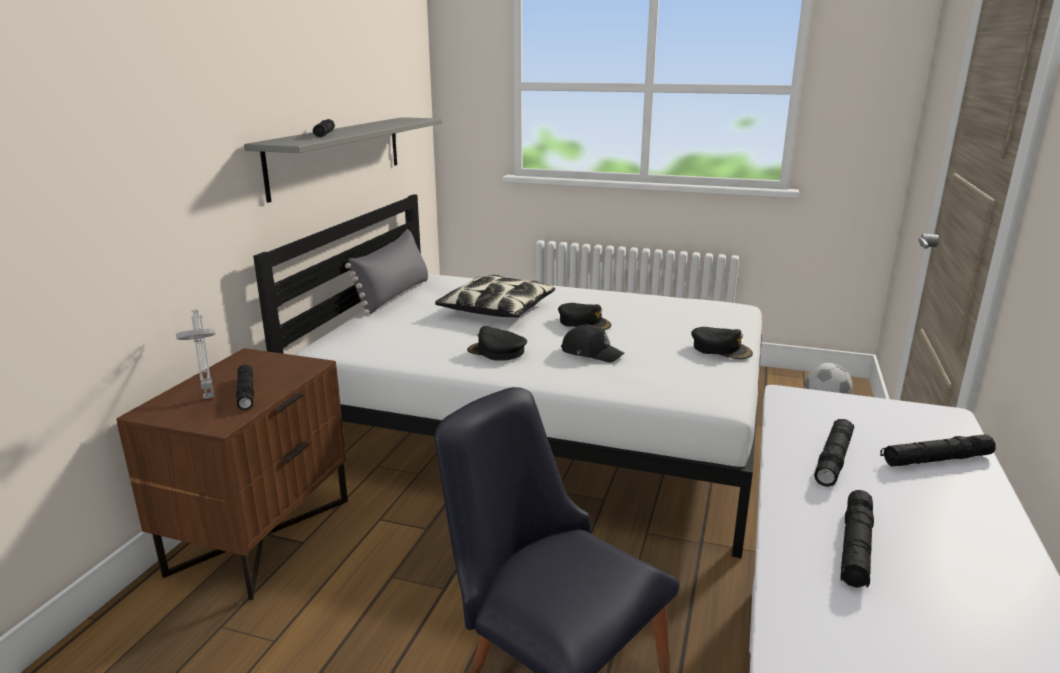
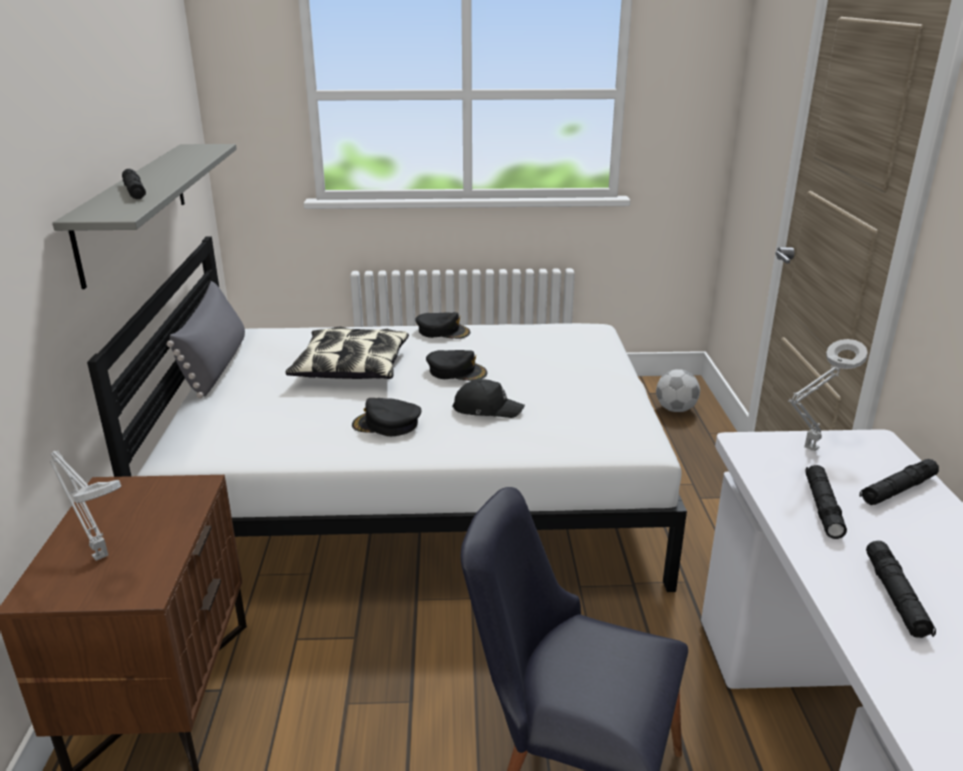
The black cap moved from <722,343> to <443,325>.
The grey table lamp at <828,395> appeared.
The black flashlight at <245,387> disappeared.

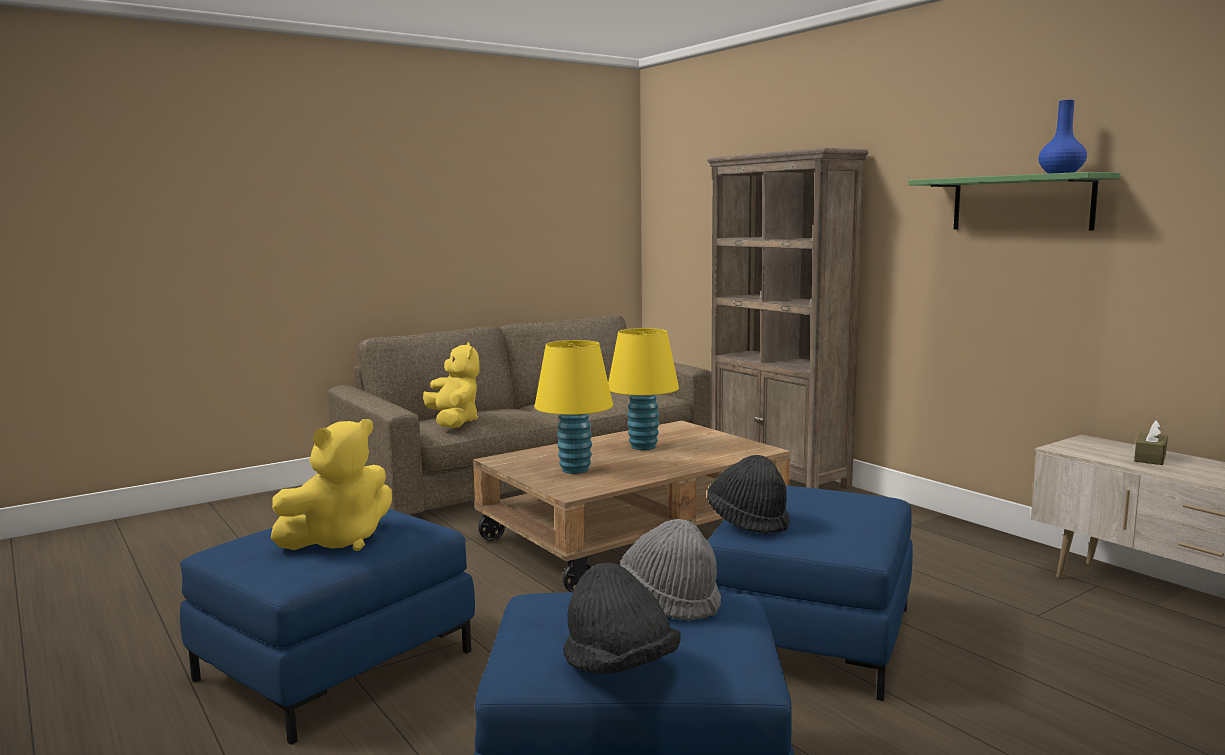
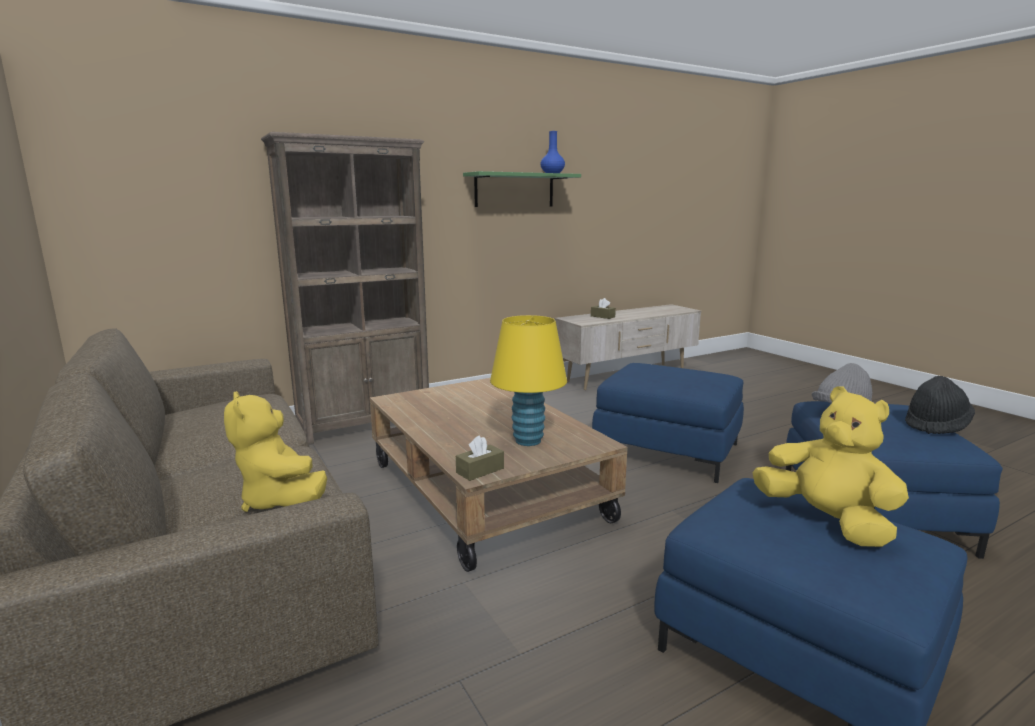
The yellow plush toy at <451,385> turned 105 degrees counterclockwise.
The brown tissue box at <480,458> appeared.
The yellow table lamp at <643,389> disappeared.
The black hat at <748,494> disappeared.

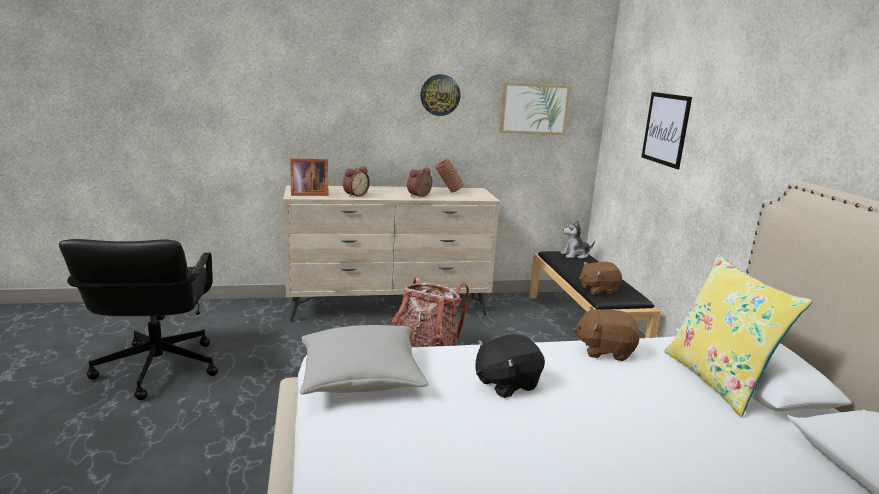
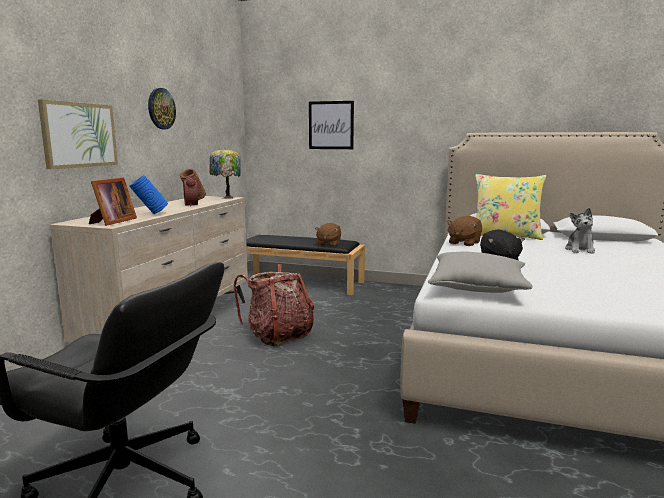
The picture moved from <535,108> to <78,134>.
The alarm clock at <356,181> was replaced by the blue vase at <148,194>.
The table lamp at <225,173> appeared.
The plush toy moved from <577,239> to <580,231>.

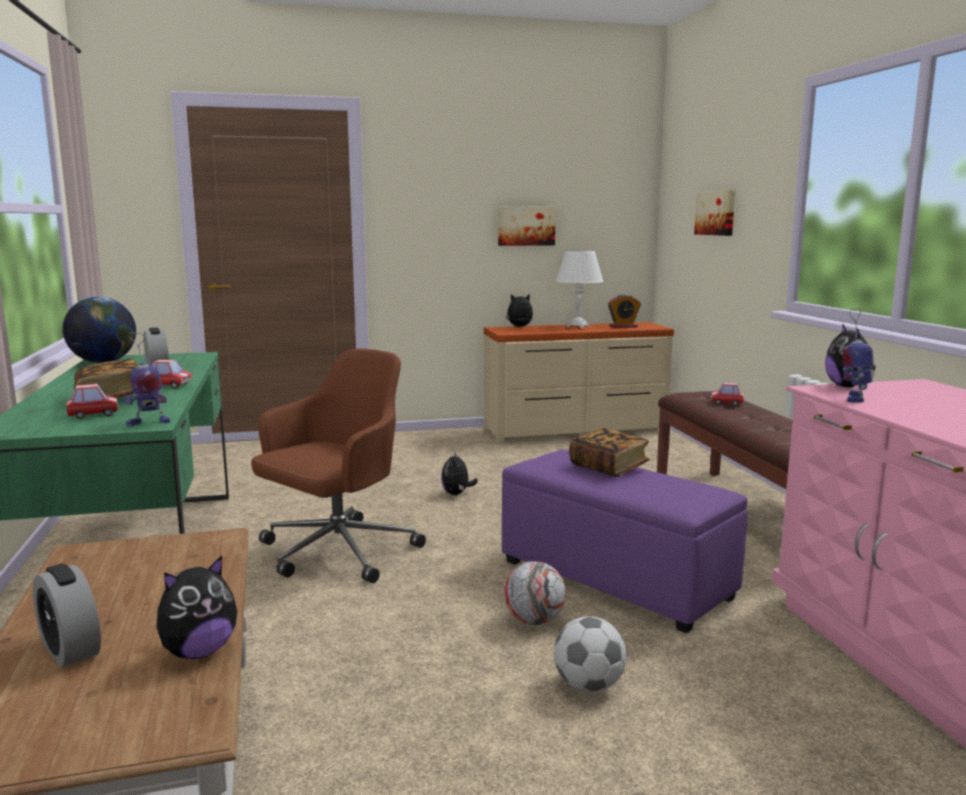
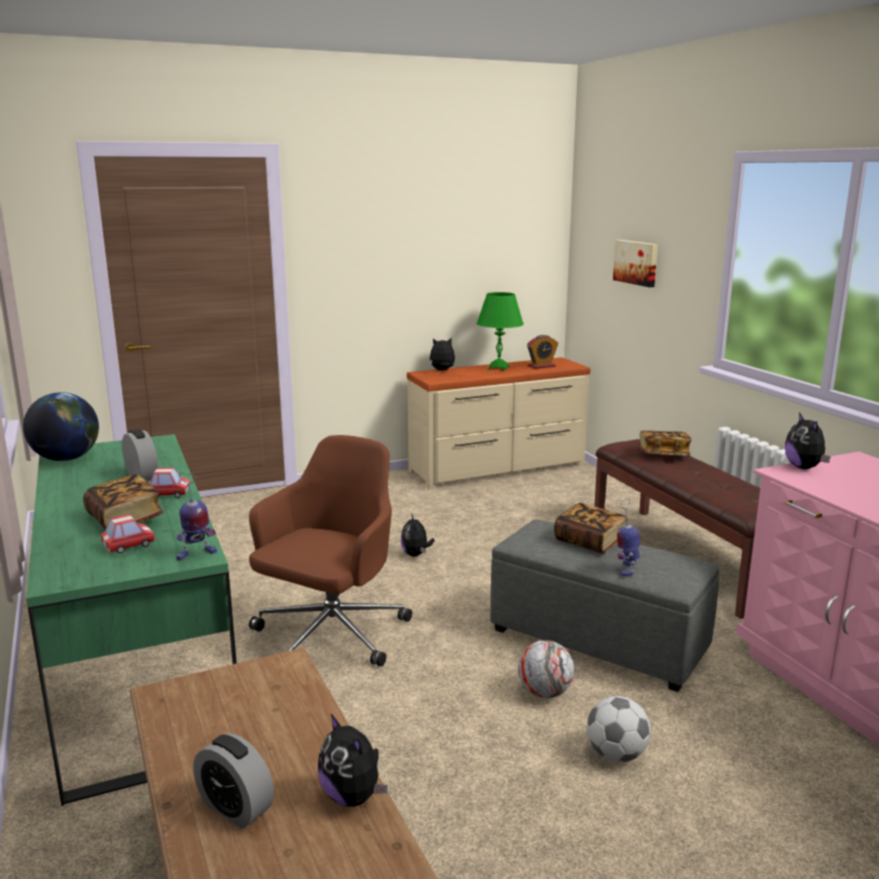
The plush toy at <197,607> turned 105 degrees clockwise.
The white table lamp at <580,289> became the green table lamp at <500,331>.
The purple ottoman at <625,541> became the grey ottoman at <604,606>.
The toy robot moved from <858,355> to <628,537>.
The toy car at <727,393> was replaced by the book at <666,443>.
The picture at <527,226> disappeared.

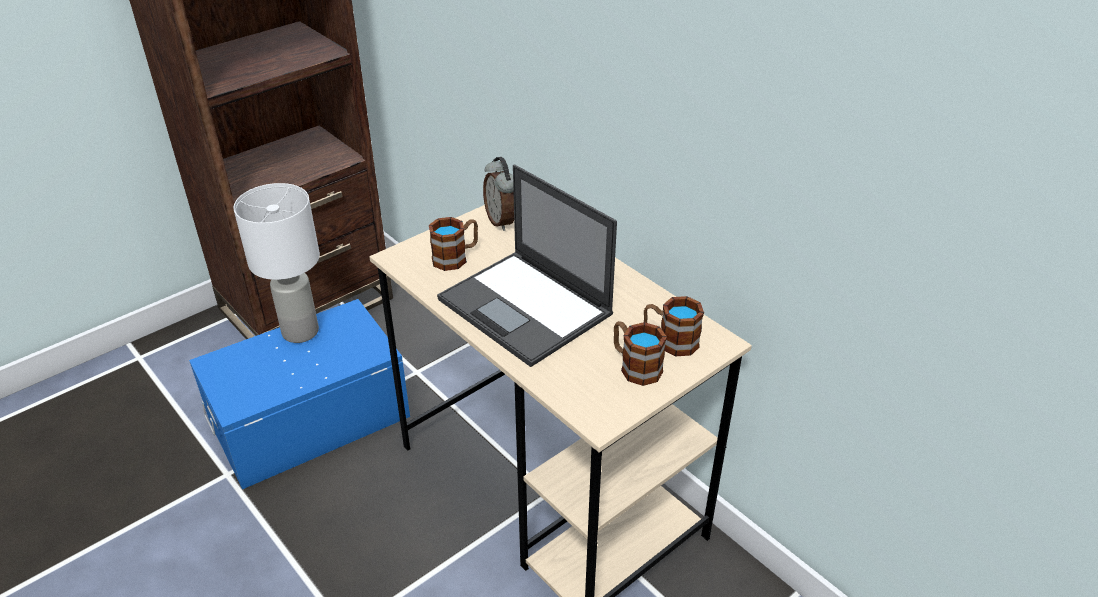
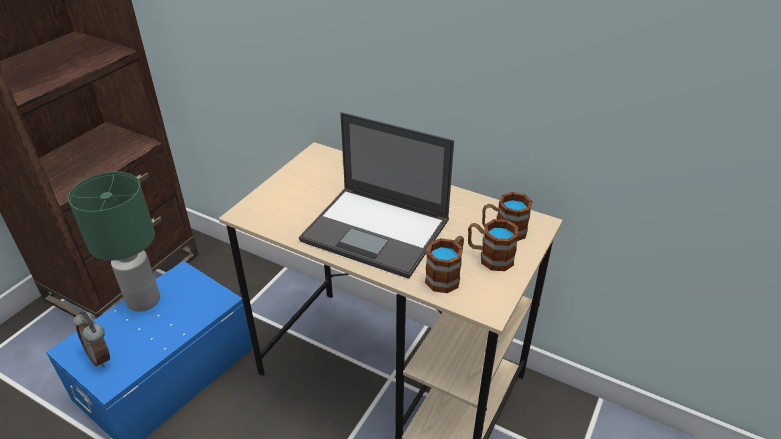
The white table lamp at <277,263> became the green table lamp at <114,242>.
The alarm clock moved from <498,194> to <91,339>.
The mug moved from <453,244> to <444,264>.

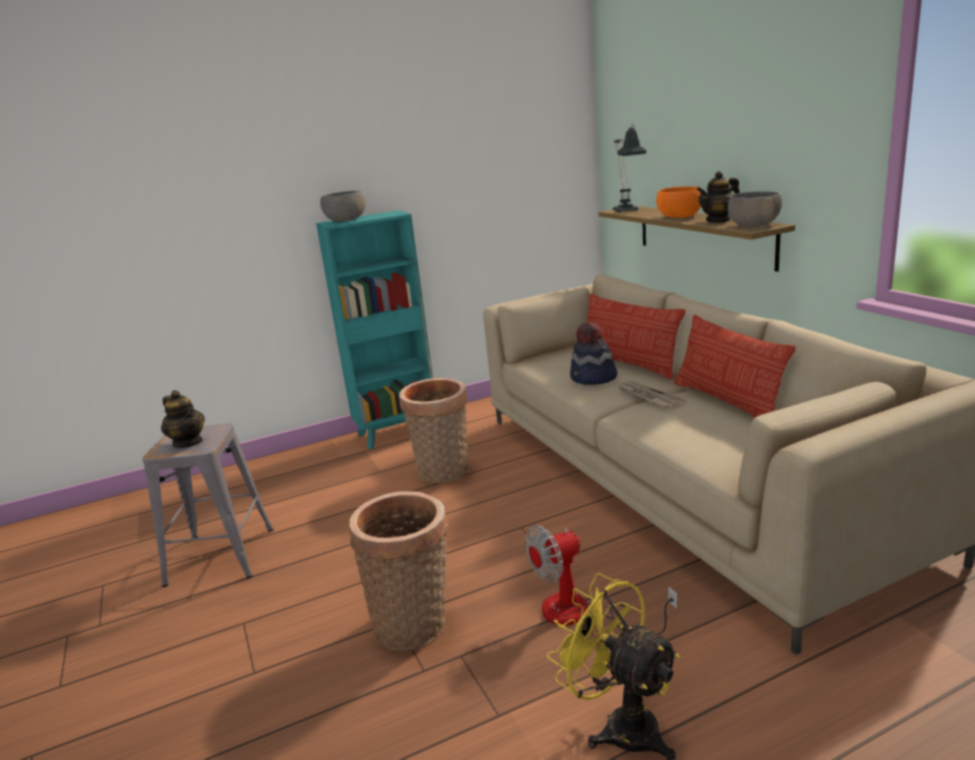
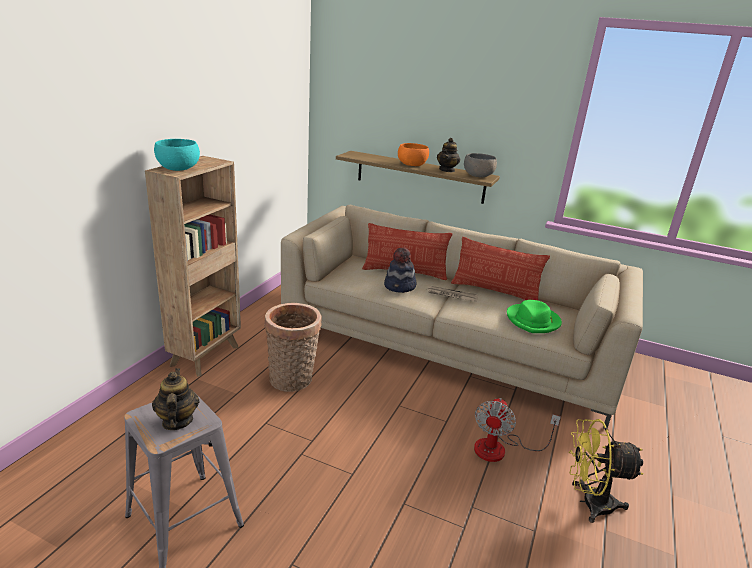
The turquoise bookcase at <374,329> became the brown bookcase at <193,266>.
The teapot at <183,419> turned 105 degrees counterclockwise.
The grey bowl at <343,206> became the turquoise bowl at <177,155>.
The green hat at <534,316> appeared.
The basket at <398,571> disappeared.
The table lamp at <629,168> disappeared.

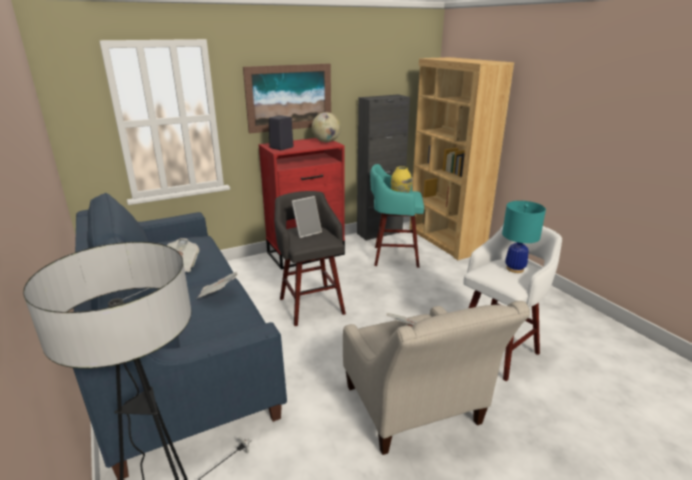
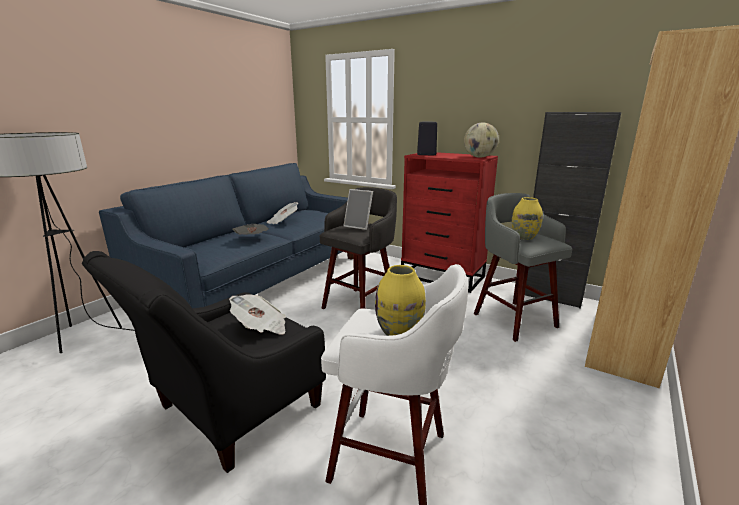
The beige armchair at <436,378> became the black armchair at <204,362>.
The turquoise table lamp at <524,237> was replaced by the yellow vase at <400,300>.
The turquoise stool at <397,216> became the grey stool at <523,267>.
The picture at <287,99> disappeared.

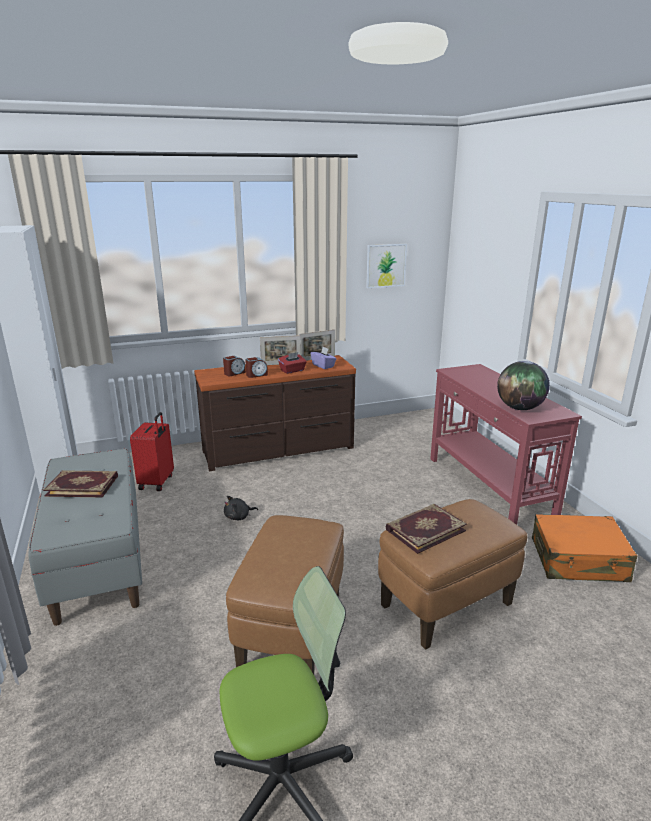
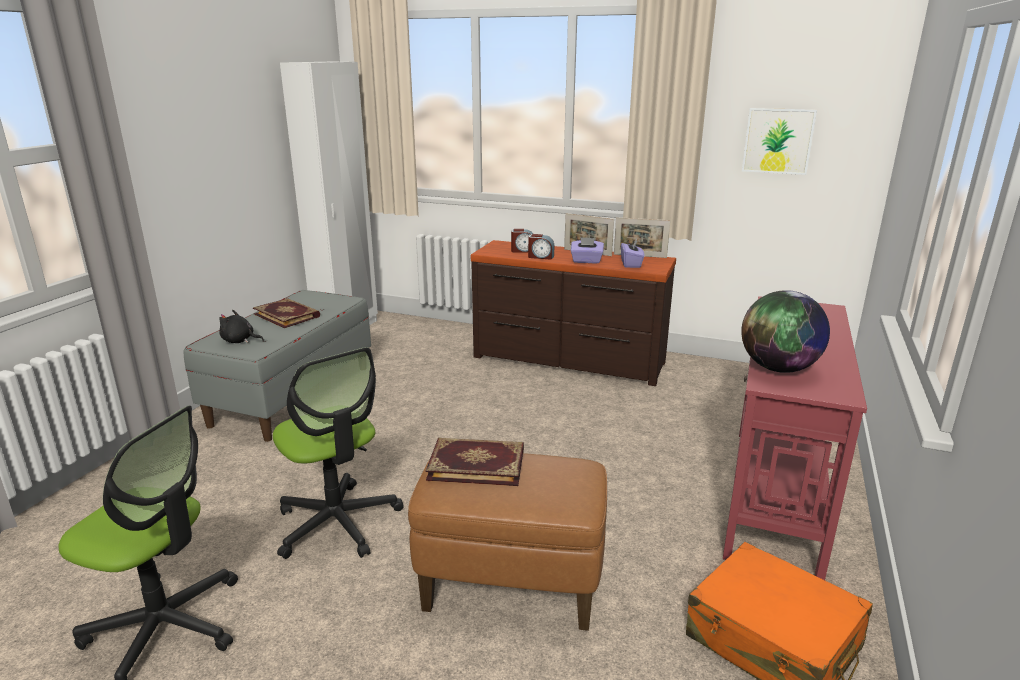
The black plush toy moved from <241,508> to <241,326>.
The brown ottoman at <285,594> was replaced by the office chair at <338,453>.
The red tissue box at <292,363> became the purple tissue box at <587,250>.
The red suitcase at <152,451> disappeared.

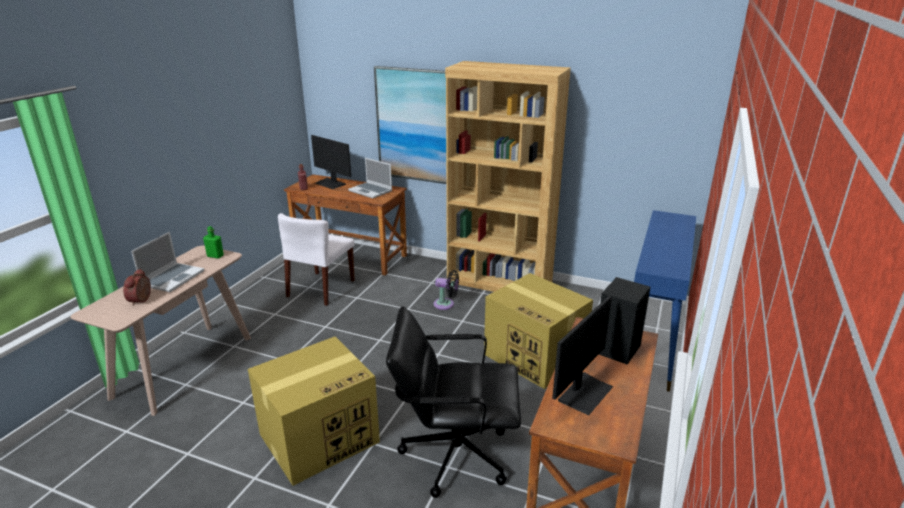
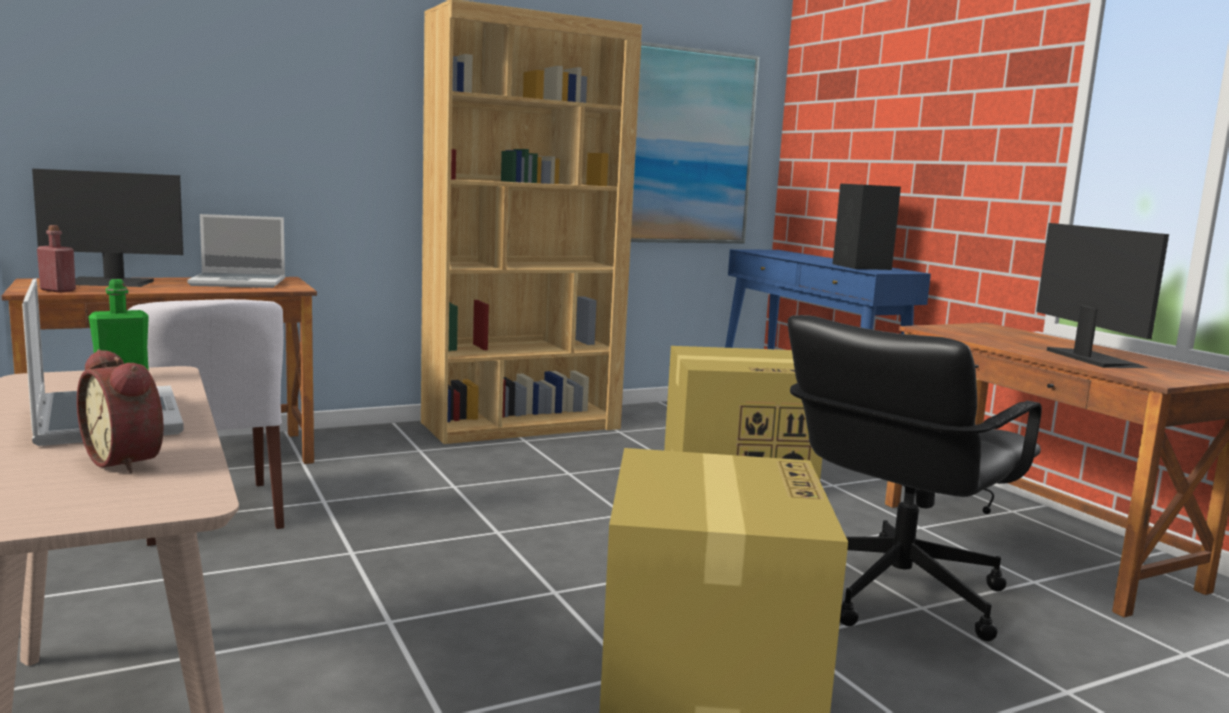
The picture moved from <410,125> to <695,142>.
The black speaker moved from <624,321> to <867,227>.
The black fan at <446,290> disappeared.

